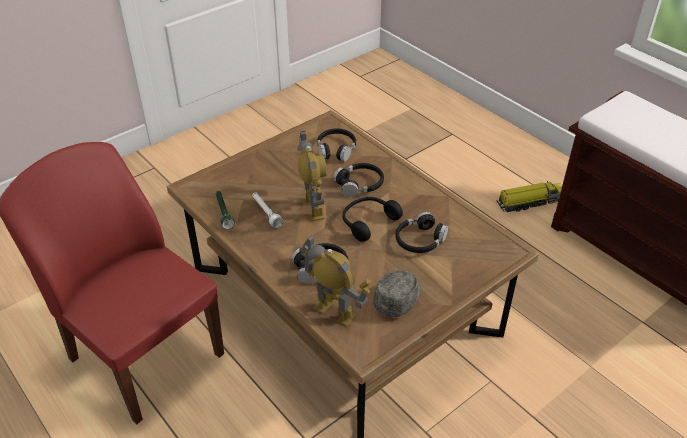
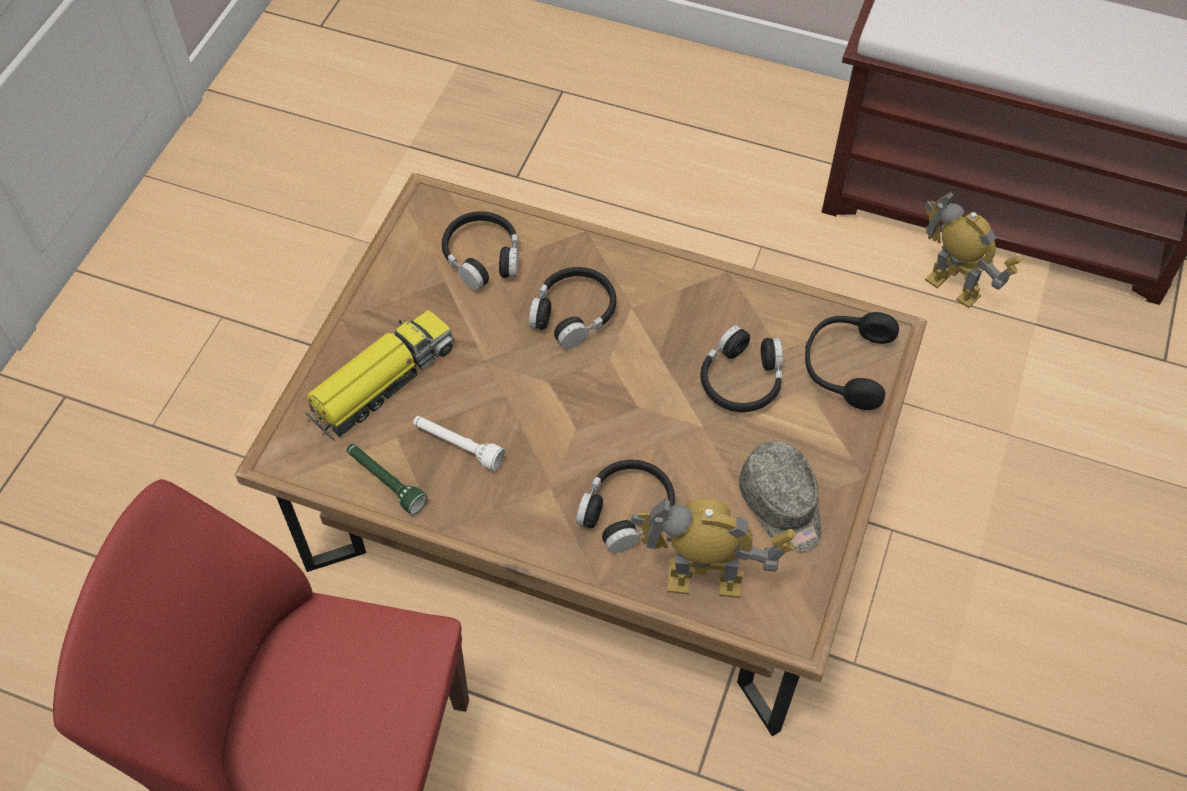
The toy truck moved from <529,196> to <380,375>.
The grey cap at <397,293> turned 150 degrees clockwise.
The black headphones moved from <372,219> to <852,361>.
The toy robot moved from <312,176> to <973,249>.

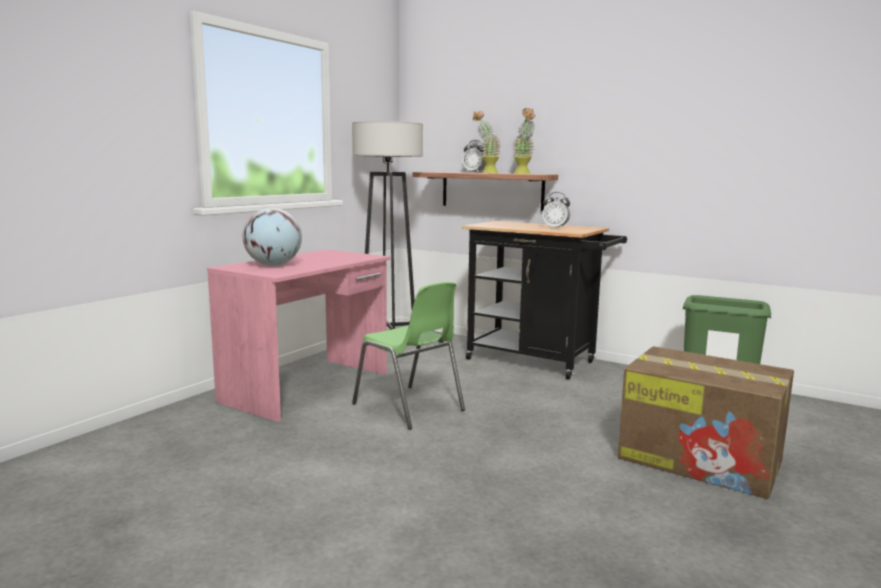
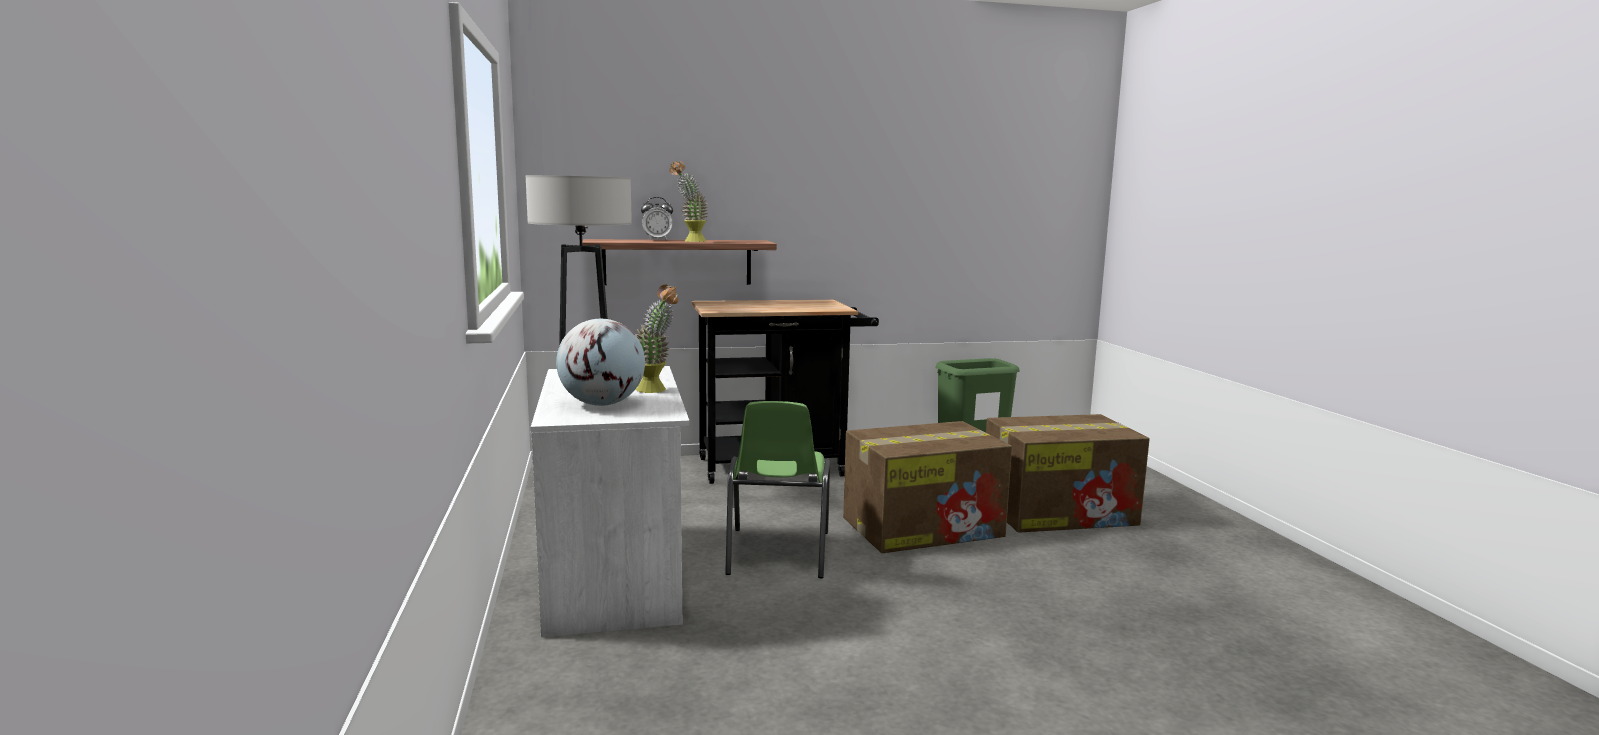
The pink desk at <299,335> became the white desk at <610,501>.
The potted plant moved from <524,141> to <657,339>.
The green chair at <408,356> turned 90 degrees clockwise.
The cardboard box at <927,487> appeared.
The alarm clock at <556,210> disappeared.

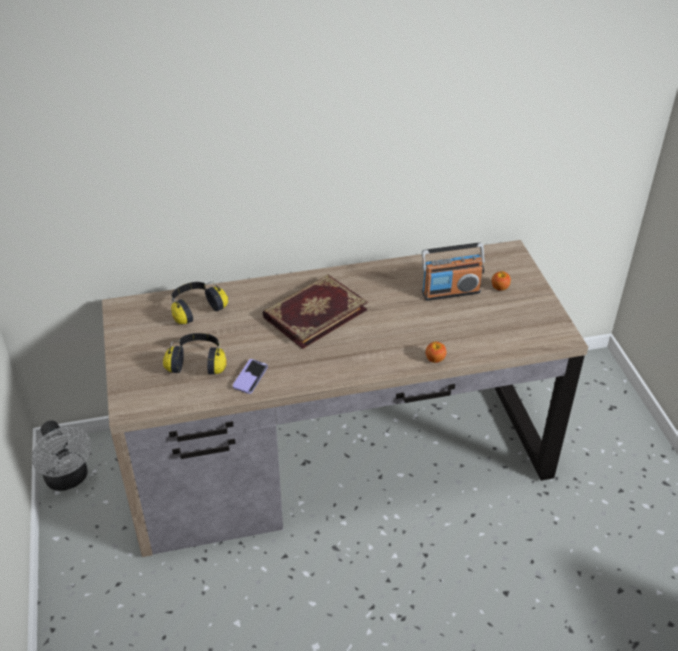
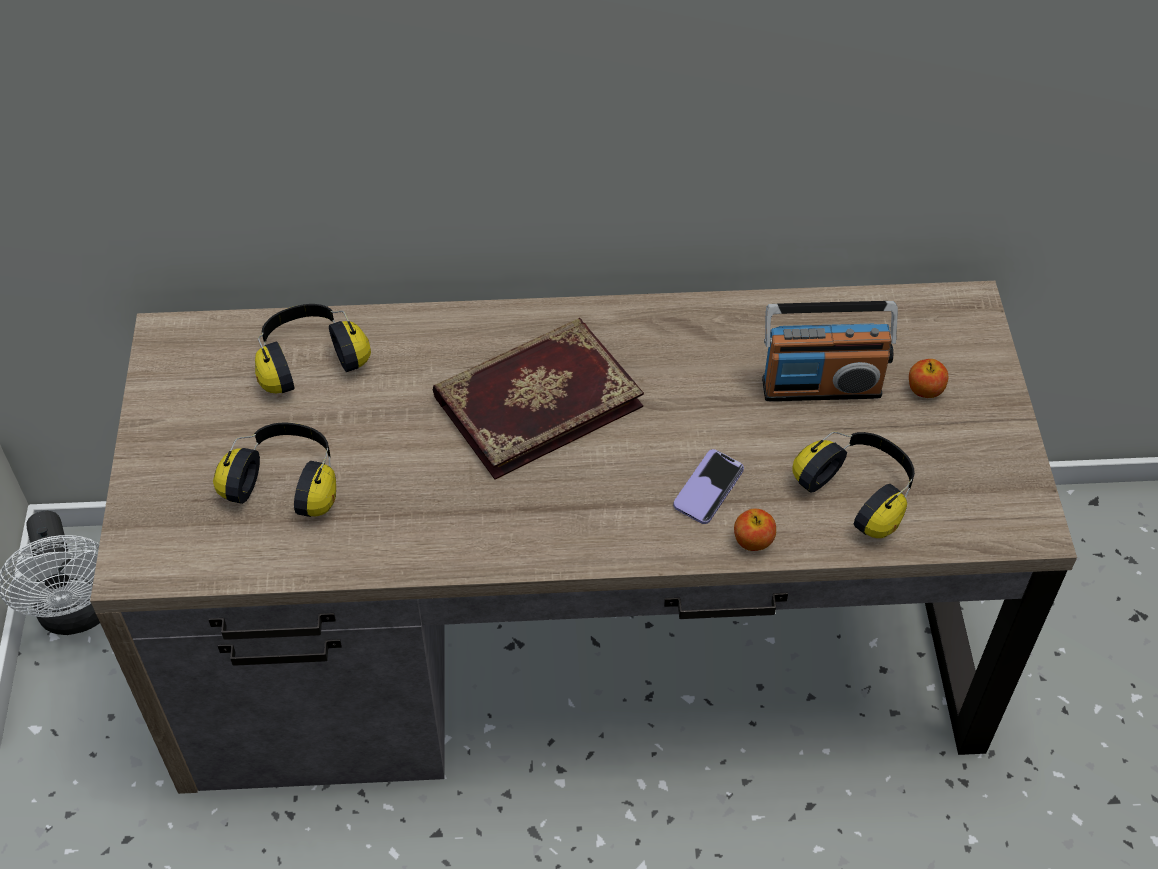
The phone moved from <250,376> to <708,486>.
The headphones at <853,484> appeared.

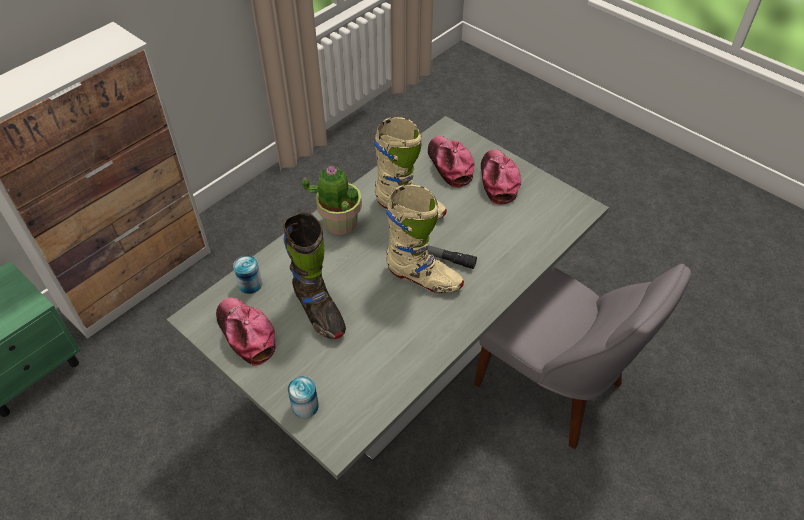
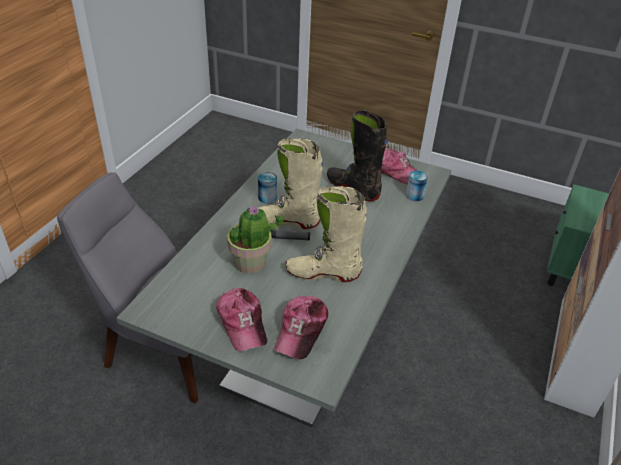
The potted plant moved from <332,200> to <255,240>.
The can moved from <303,397> to <267,188>.
The cap at <451,162> turned 60 degrees clockwise.

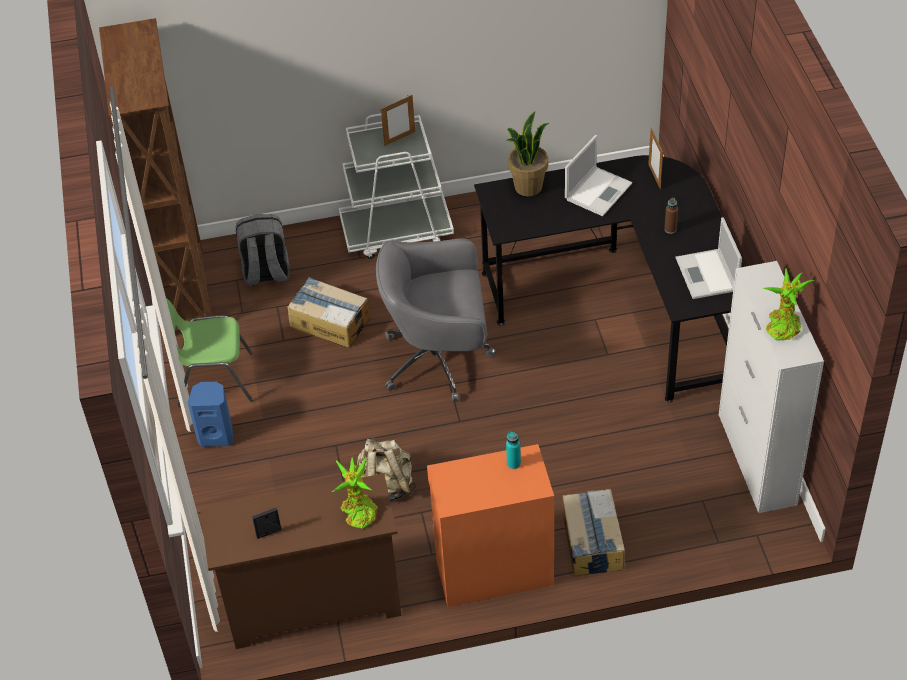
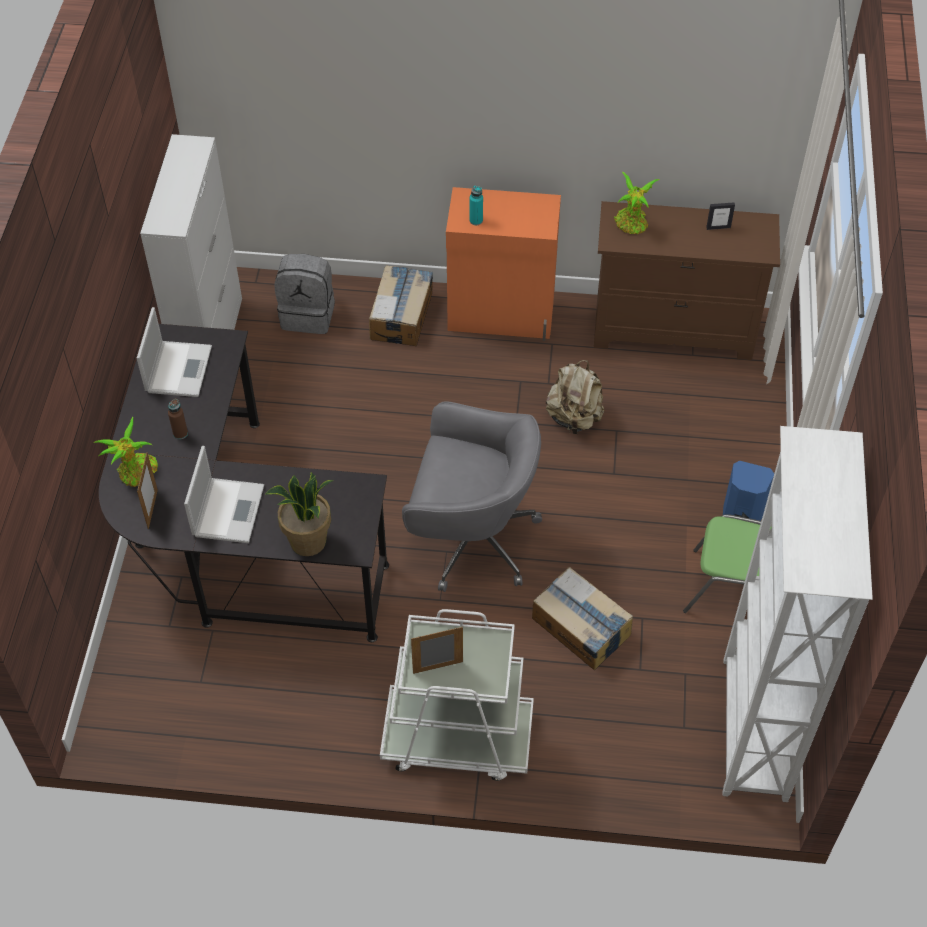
The potted plant moved from <788,304> to <126,451>.
The laptop at <598,175> turned 135 degrees clockwise.
The grey backpack moved from <263,250> to <305,294>.
The brown bookcase at <155,173> became the white bookcase at <798,614>.

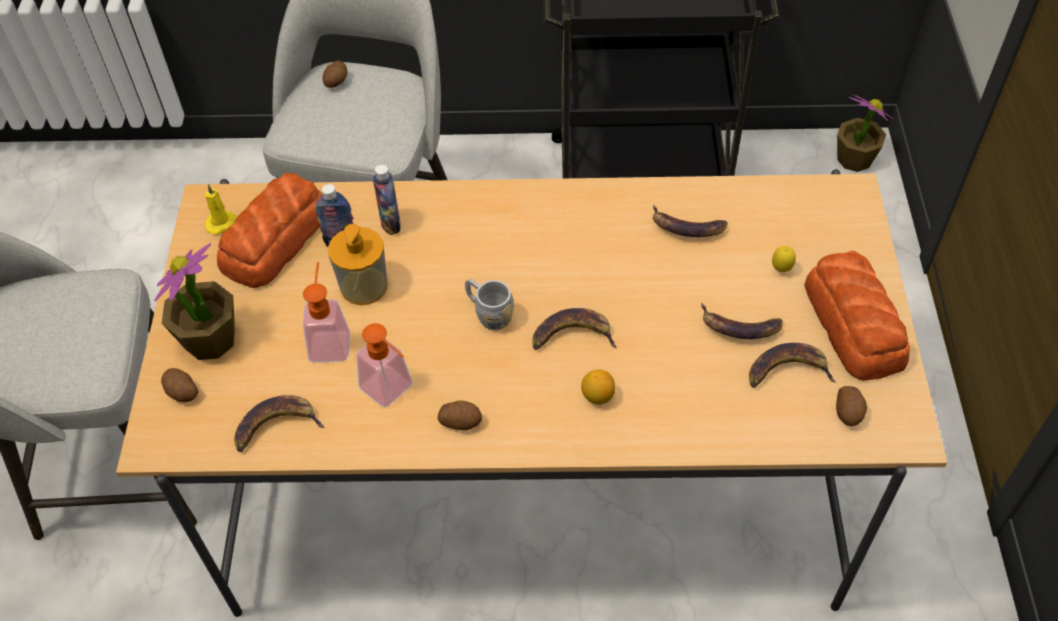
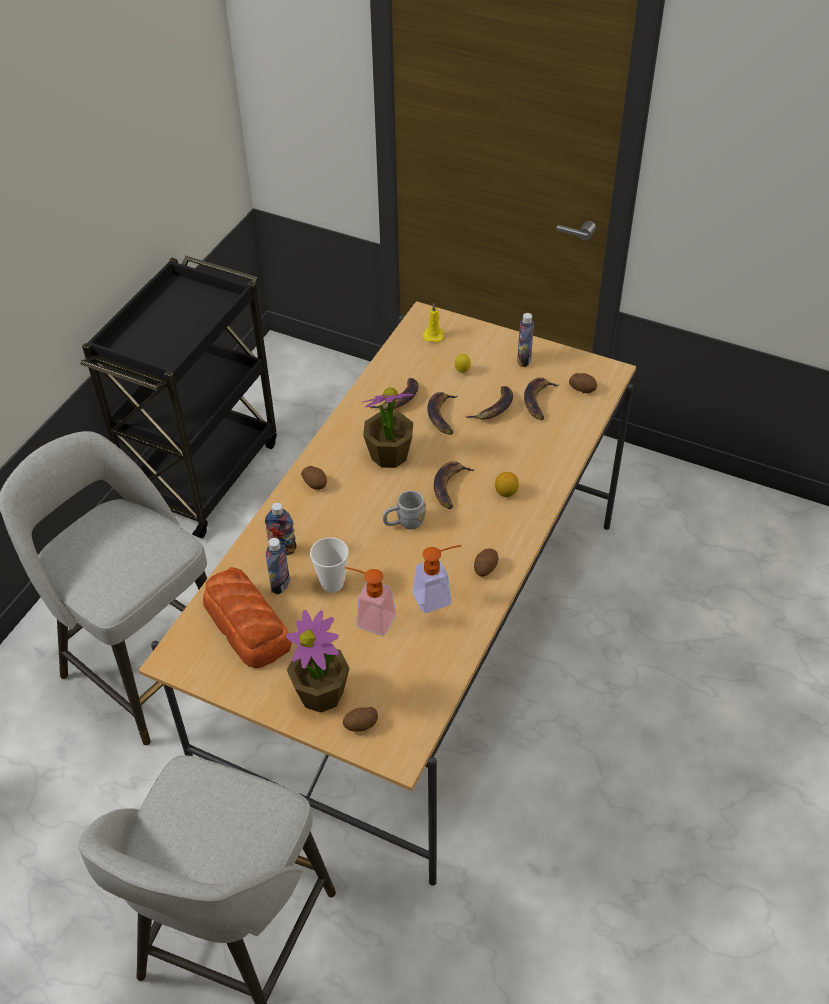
The potato moved from <334,74> to <314,478>.
The soap dispenser at <358,264> was replaced by the cup at <329,565>.
The potted plant moved from <865,133> to <387,428>.
The yellow candle moved from <221,209> to <433,322>.
The banana moved from <279,423> to <442,413>.
The bread at <857,316> was replaced by the bottle at <525,340>.

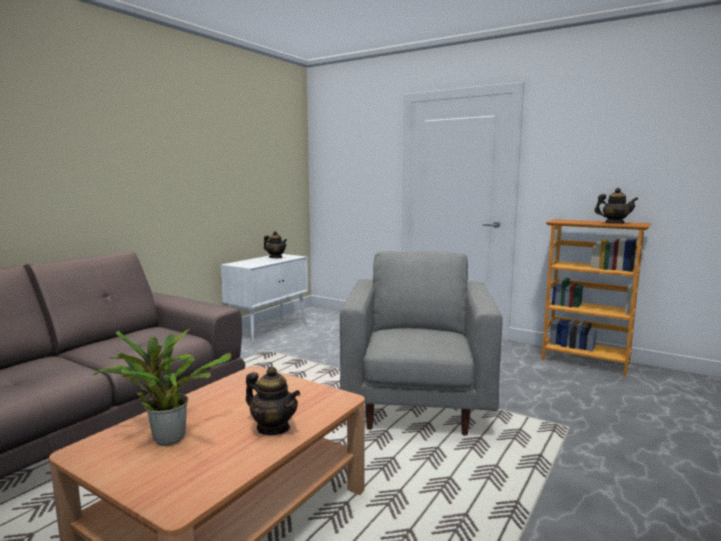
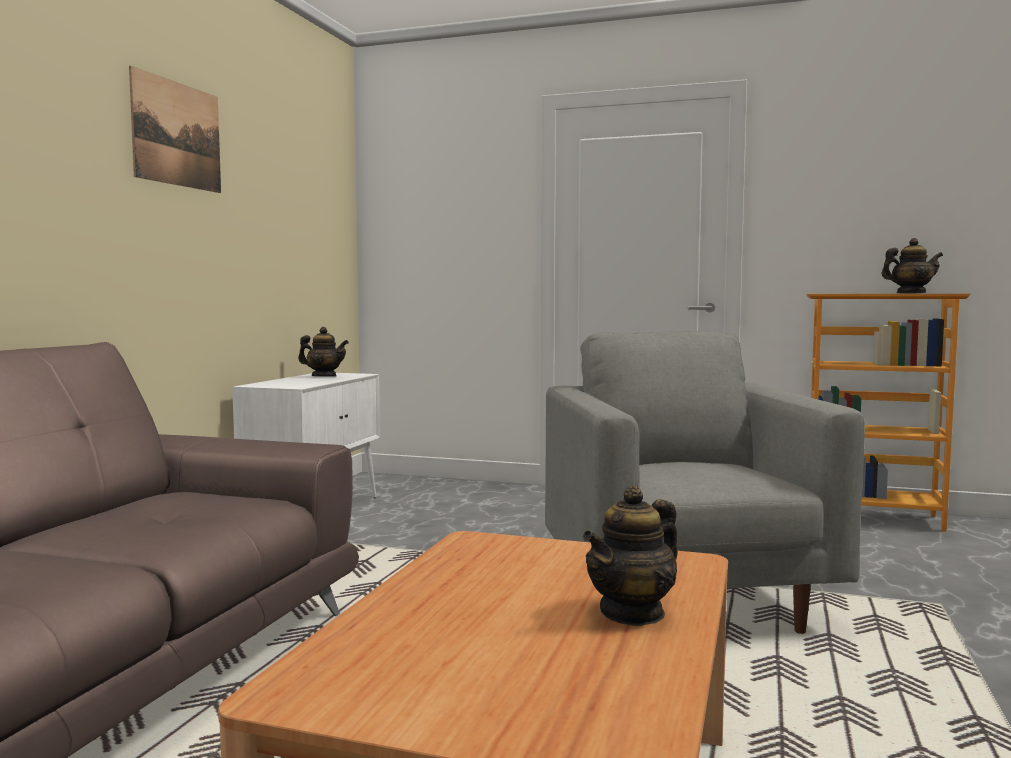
The picture at <175,129> appeared.
The teapot at <273,400> turned 120 degrees clockwise.
The potted plant at <162,387> disappeared.

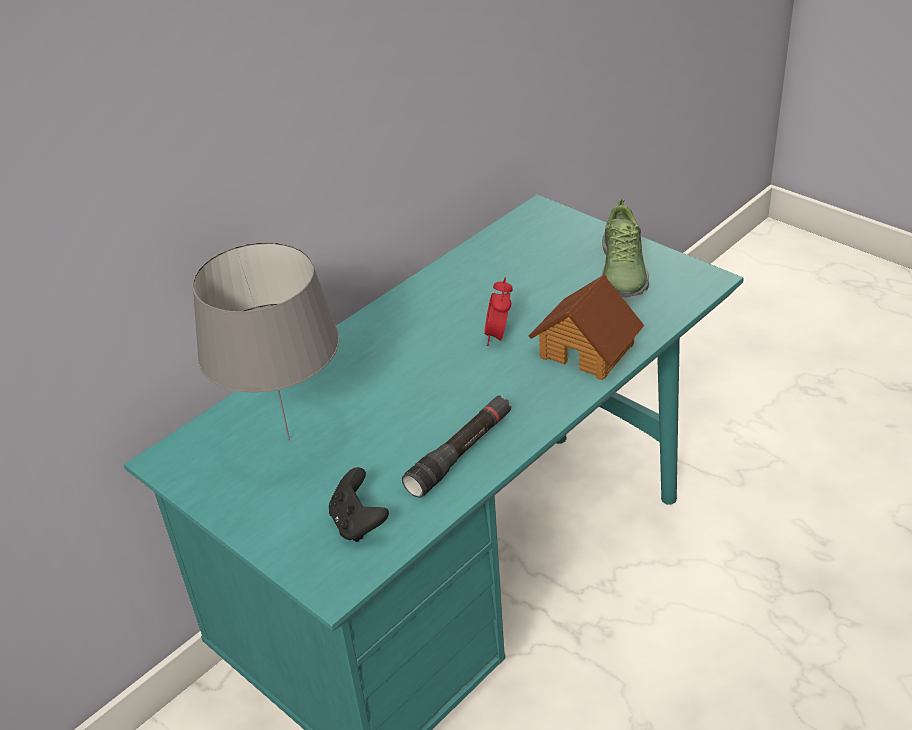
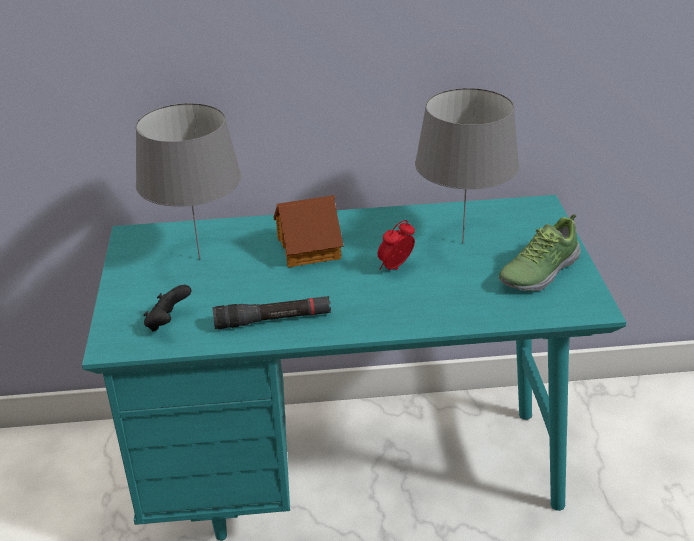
The toy house moved from <586,327> to <308,231>.
The grey table lamp at <467,165> appeared.

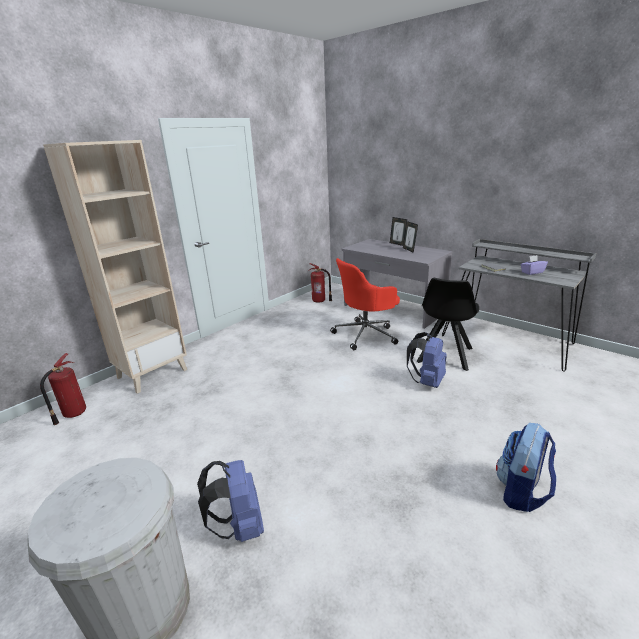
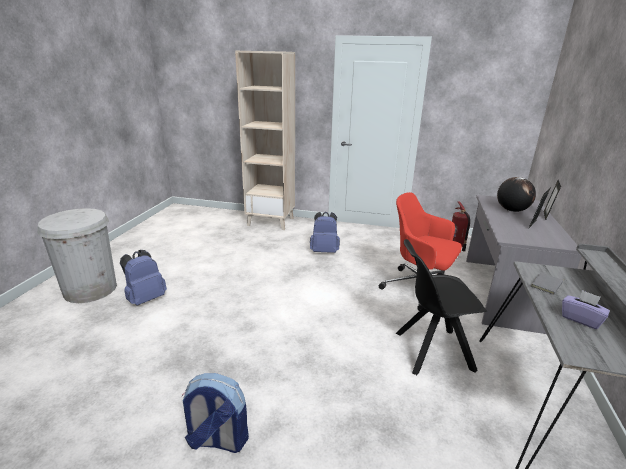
The blue backpack moved from <427,360> to <325,232>.
The globe at <516,194> appeared.
The fire extinguisher at <63,389> disappeared.

